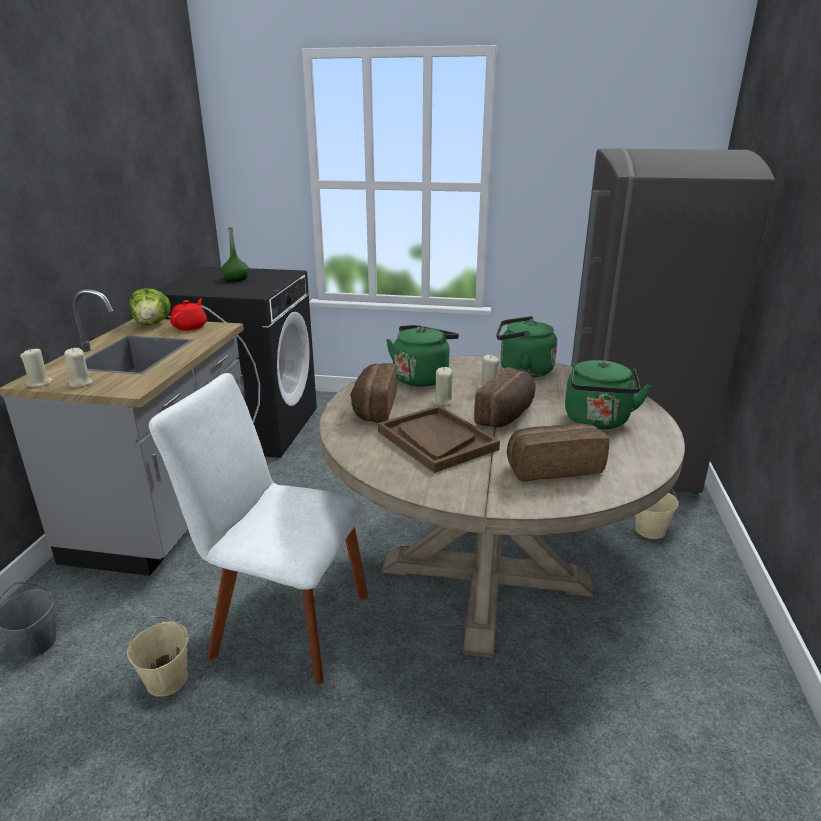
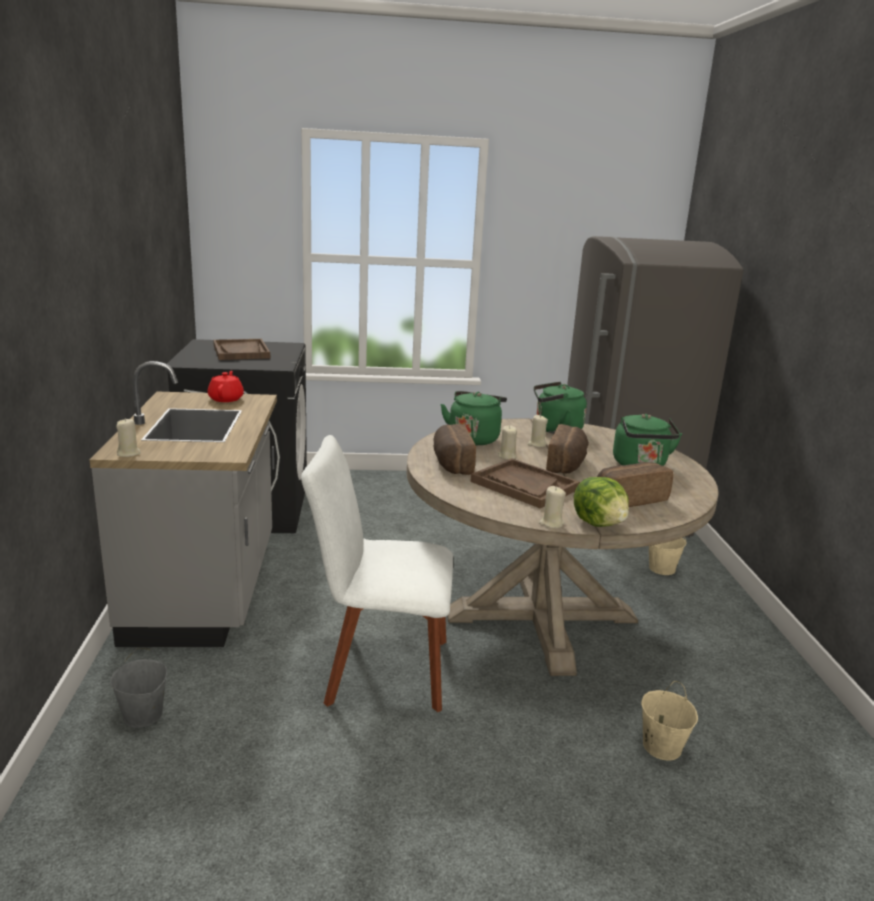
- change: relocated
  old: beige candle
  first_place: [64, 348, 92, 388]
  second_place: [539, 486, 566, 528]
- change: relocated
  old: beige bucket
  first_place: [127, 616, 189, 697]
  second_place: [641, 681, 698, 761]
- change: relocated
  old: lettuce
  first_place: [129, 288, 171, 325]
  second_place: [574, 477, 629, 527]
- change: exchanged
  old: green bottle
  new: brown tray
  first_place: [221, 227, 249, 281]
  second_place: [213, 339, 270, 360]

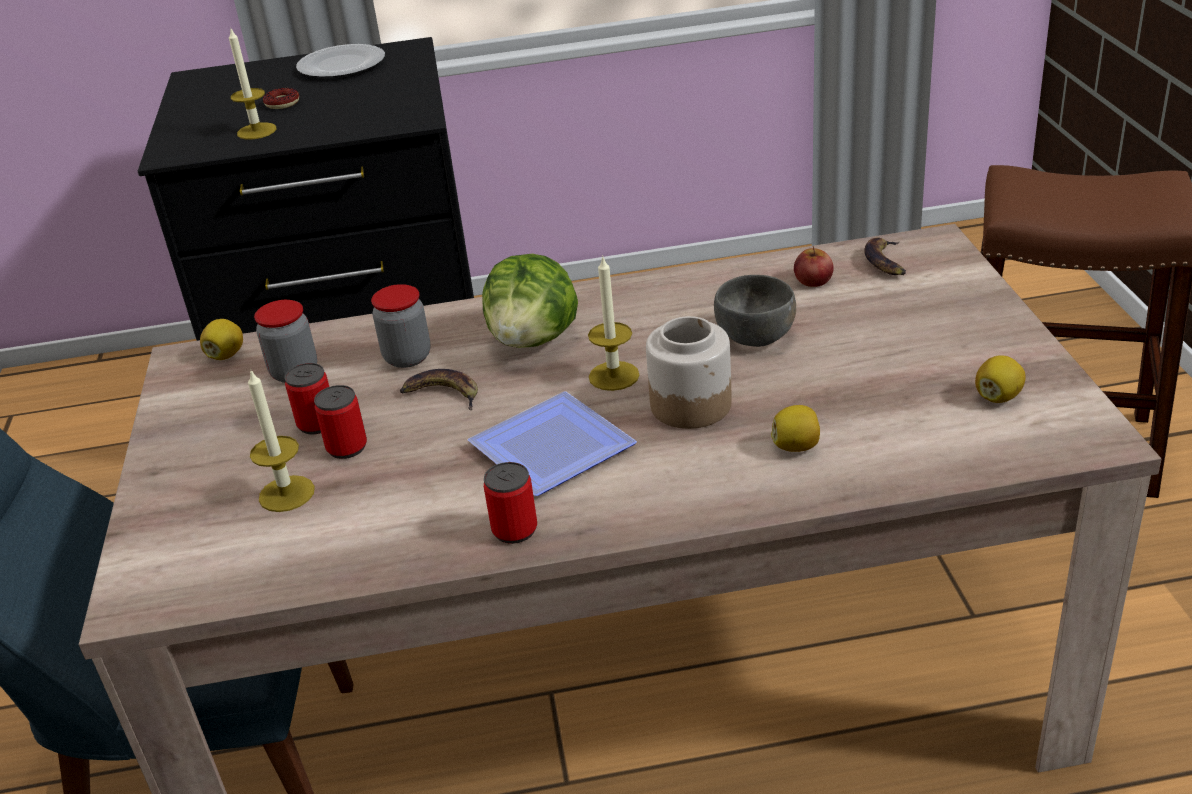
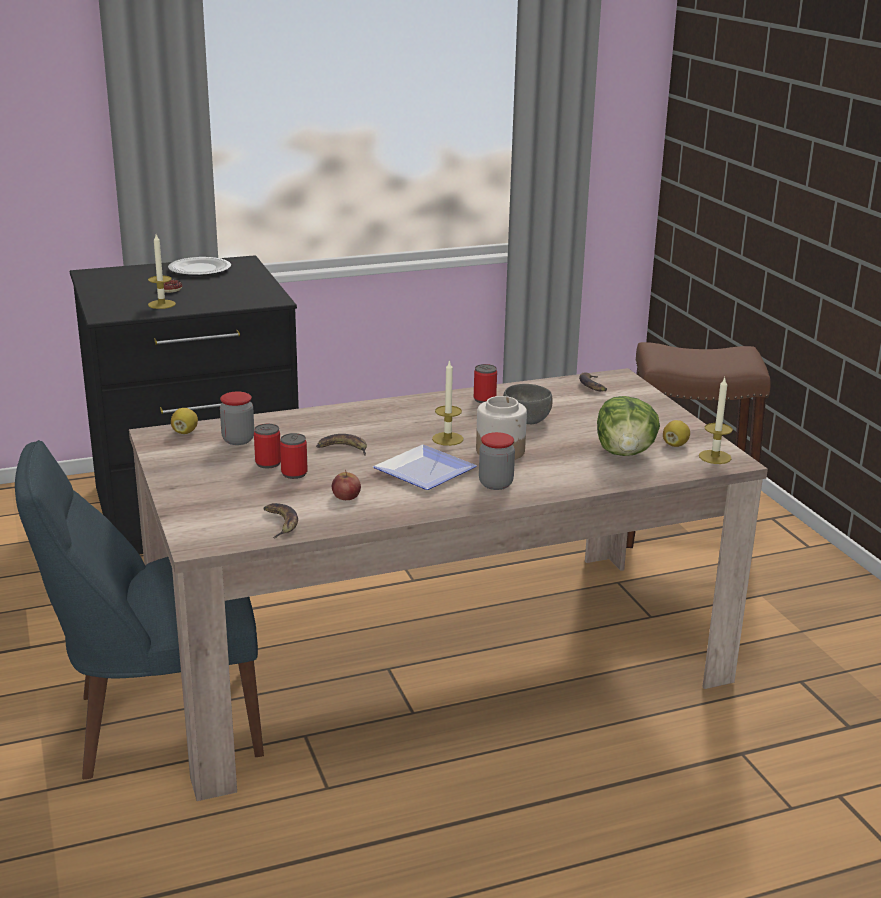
- change: missing
  old: lemon
  first_place: [771, 405, 820, 452]
- change: appeared
  new: banana
  second_place: [263, 503, 298, 538]
- change: relocated
  old: candle
  first_place: [248, 369, 315, 512]
  second_place: [699, 378, 733, 464]
- change: relocated
  old: jar
  first_place: [371, 284, 431, 368]
  second_place: [479, 432, 515, 490]
- change: relocated
  old: lettuce
  first_place: [482, 254, 578, 348]
  second_place: [597, 396, 660, 456]
- change: relocated
  old: can
  first_place: [484, 462, 537, 544]
  second_place: [474, 364, 497, 403]
- change: relocated
  old: apple
  first_place: [794, 246, 834, 287]
  second_place: [332, 470, 361, 500]

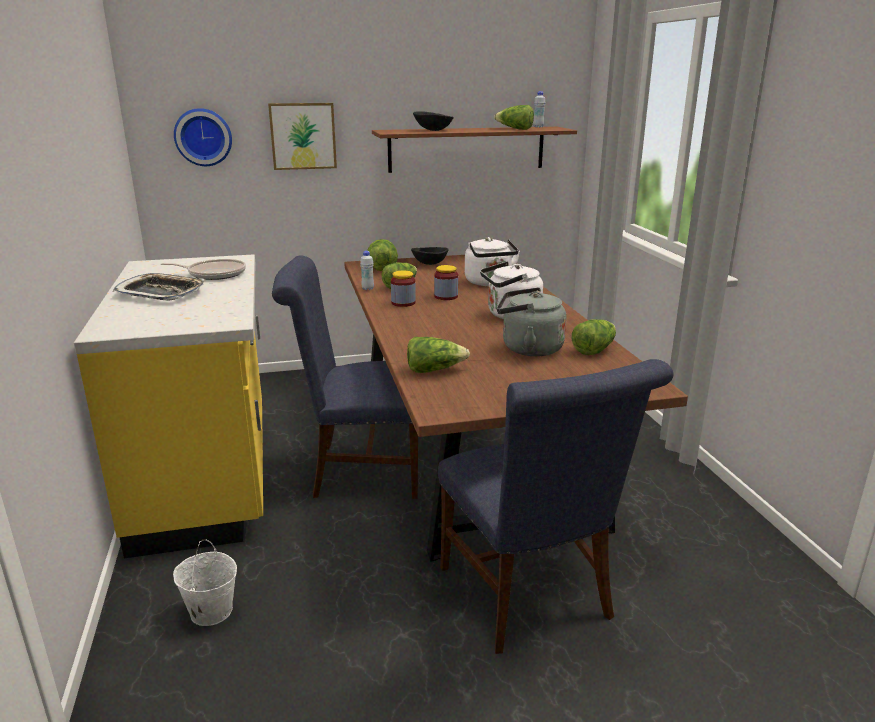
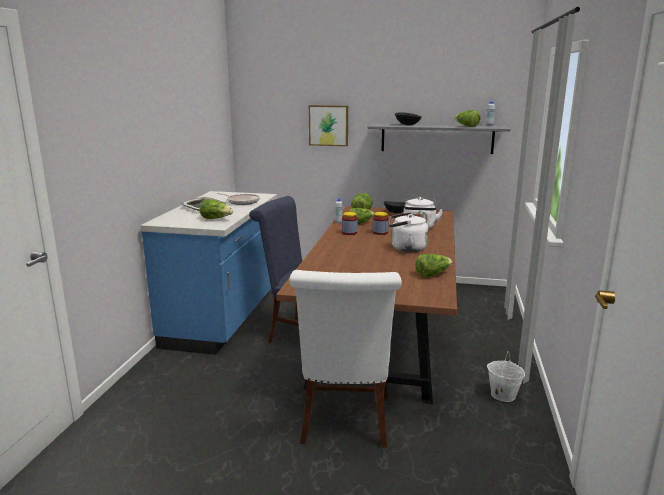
- change: missing
  old: wall clock
  first_place: [174, 108, 232, 166]
- change: missing
  old: grey kettle
  first_place: [497, 288, 566, 356]
- change: relocated
  old: white bucket
  first_place: [173, 539, 237, 626]
  second_place: [487, 351, 525, 402]
- change: relocated
  old: lettuce
  first_place: [407, 337, 470, 373]
  second_place: [200, 199, 233, 219]
- change: colour
  old: yellow counter
  new: blue counter
  first_place: [74, 254, 263, 558]
  second_place: [141, 191, 277, 355]
- change: colour
  old: brown shelf
  new: grey shelf
  first_place: [372, 127, 577, 173]
  second_place: [368, 123, 510, 154]
- change: colour
  old: blue chair
  new: white chair
  first_place: [438, 359, 674, 654]
  second_place: [289, 270, 402, 448]

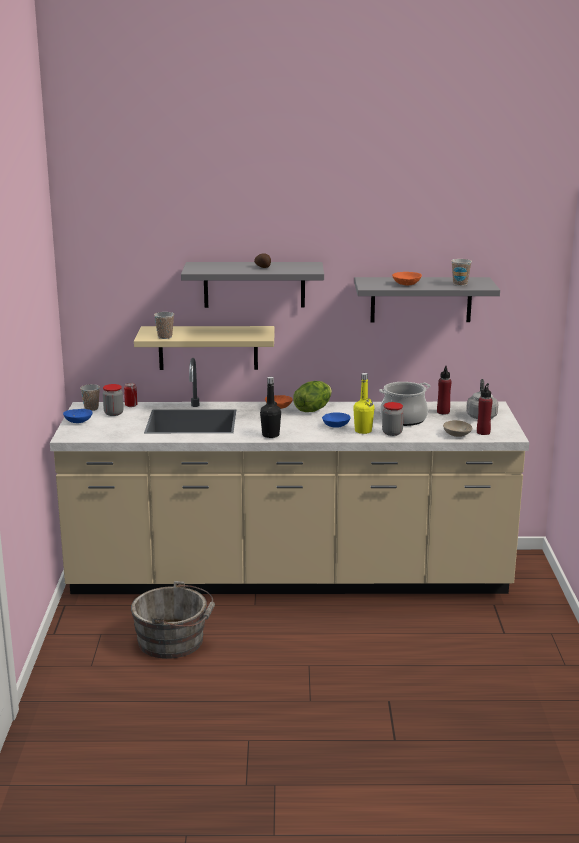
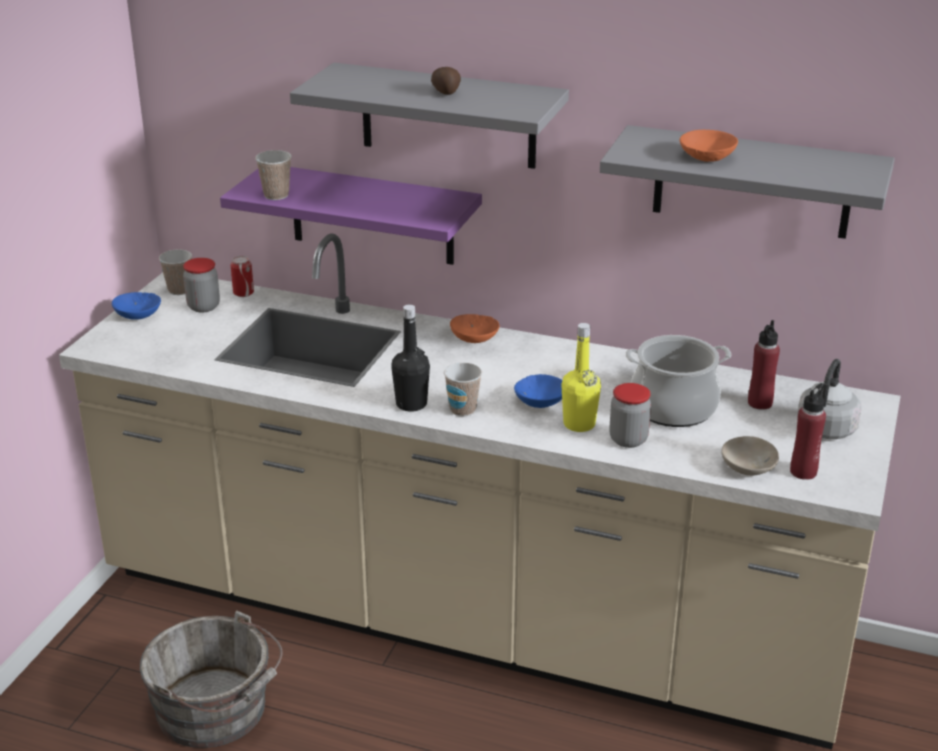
- change: missing
  old: lettuce
  first_place: [293, 381, 332, 412]
- change: relocated
  old: cup
  first_place: [451, 259, 472, 286]
  second_place: [444, 363, 482, 416]
- change: colour
  old: beige shelf
  new: purple shelf
  first_place: [134, 326, 275, 370]
  second_place: [220, 167, 482, 265]

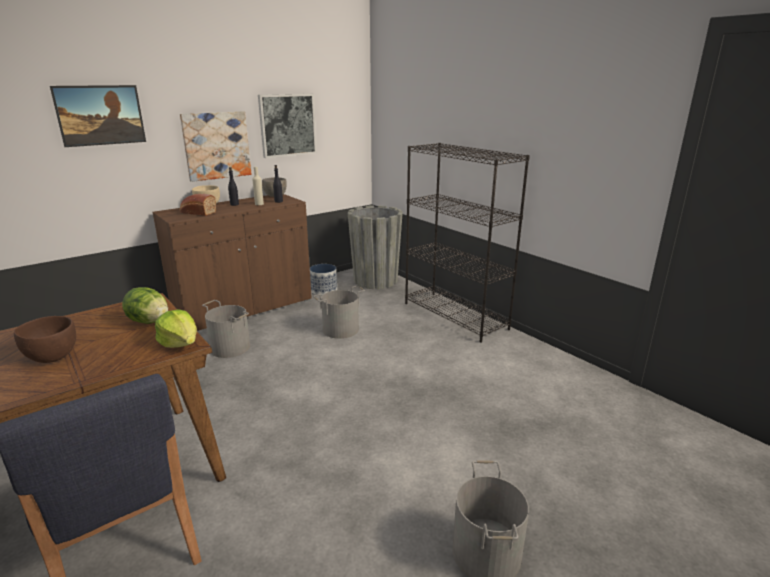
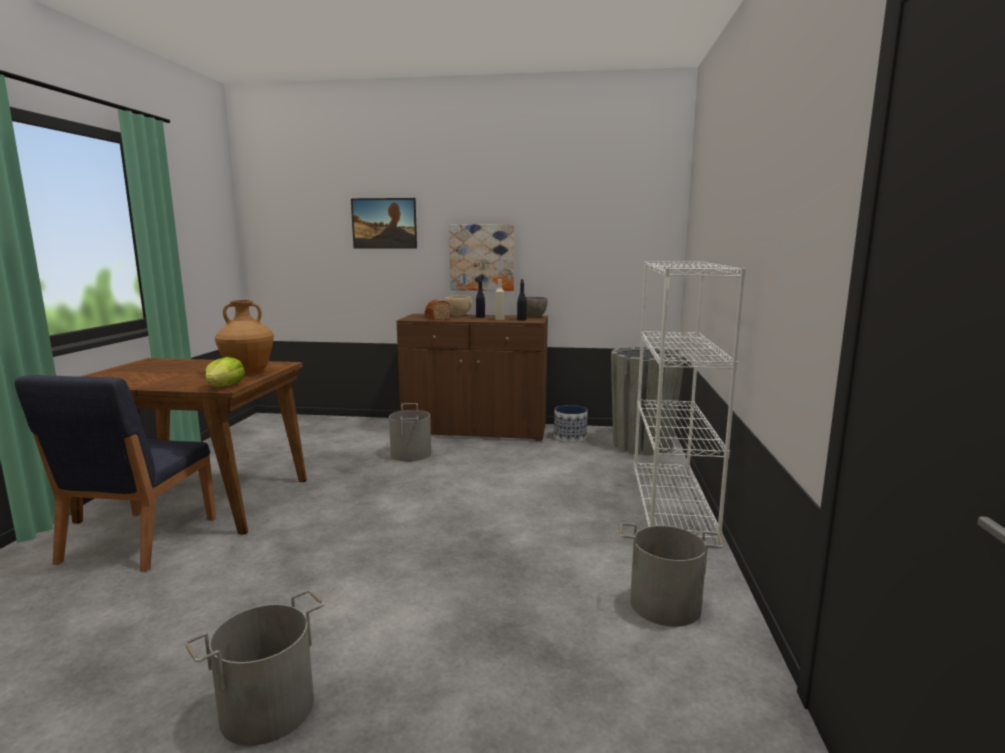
- change: missing
  old: brown bowl
  first_place: [14, 316, 76, 363]
- change: missing
  old: picture
  first_place: [258, 94, 317, 158]
- change: relocated
  old: grey bucket
  first_place: [313, 286, 365, 339]
  second_place: [620, 523, 723, 627]
- change: exchanged
  old: lettuce
  new: brown vase
  first_place: [122, 287, 168, 324]
  second_place: [215, 300, 274, 375]
- change: colour
  old: black bookcase
  new: white bookcase
  first_place: [405, 143, 530, 343]
  second_place: [634, 261, 746, 546]

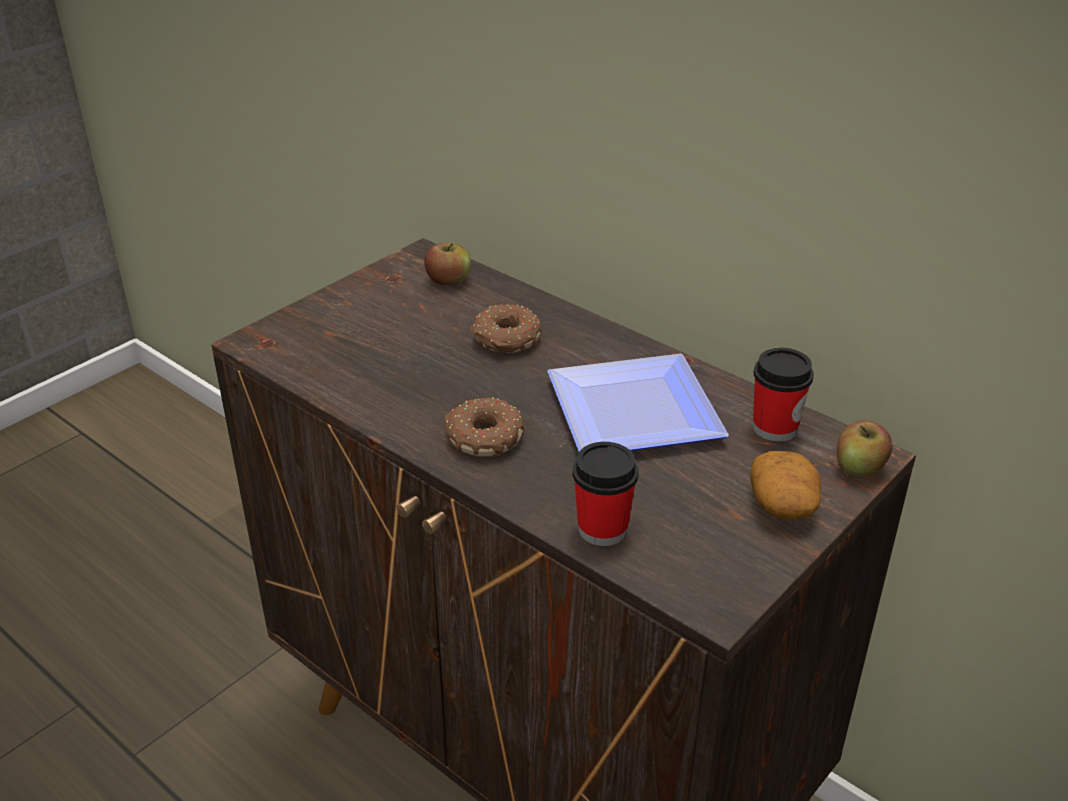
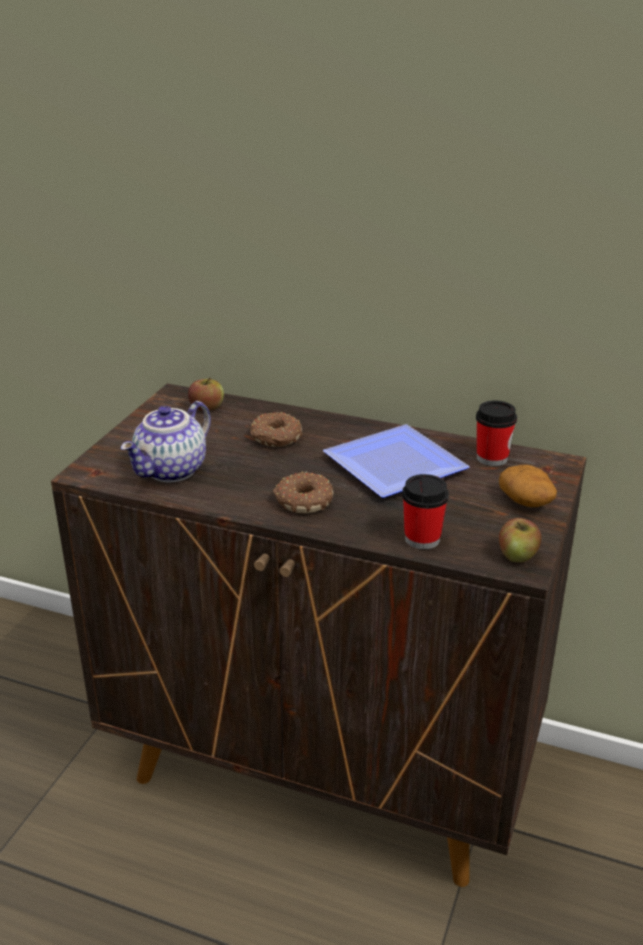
- change: appeared
  new: teapot
  second_place: [121, 401, 211, 483]
- change: relocated
  old: apple
  first_place: [837, 420, 893, 477]
  second_place: [499, 518, 541, 562]

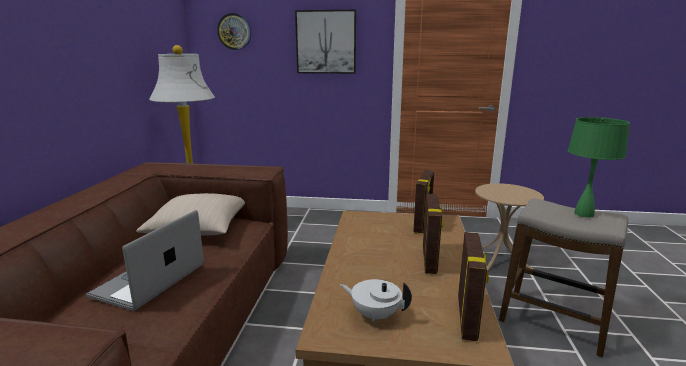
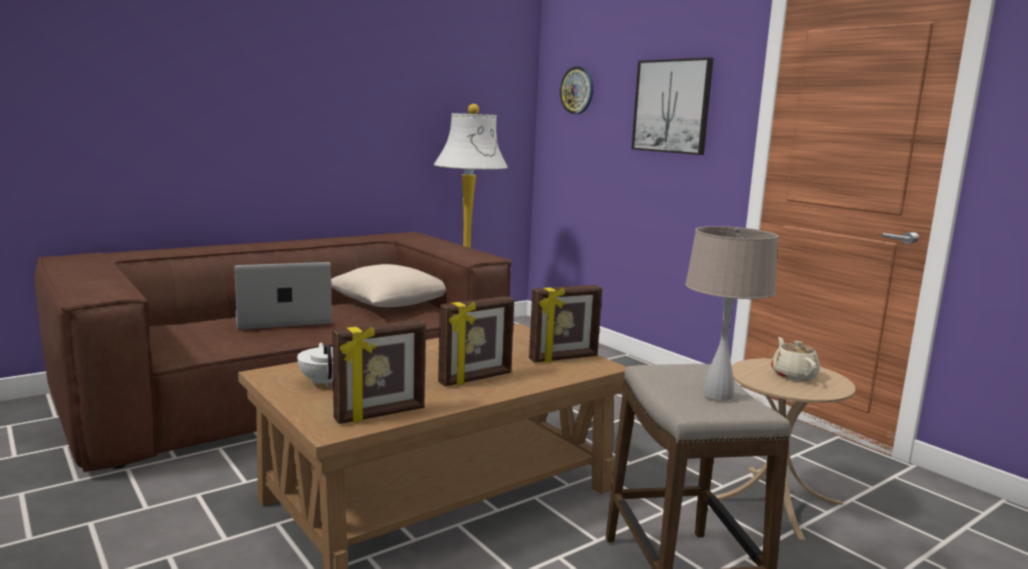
- change: appeared
  new: beige teapot
  second_place: [771, 337, 820, 381]
- change: colour
  old: green table lamp
  new: beige table lamp
  first_place: [568, 117, 630, 218]
  second_place: [685, 226, 778, 400]

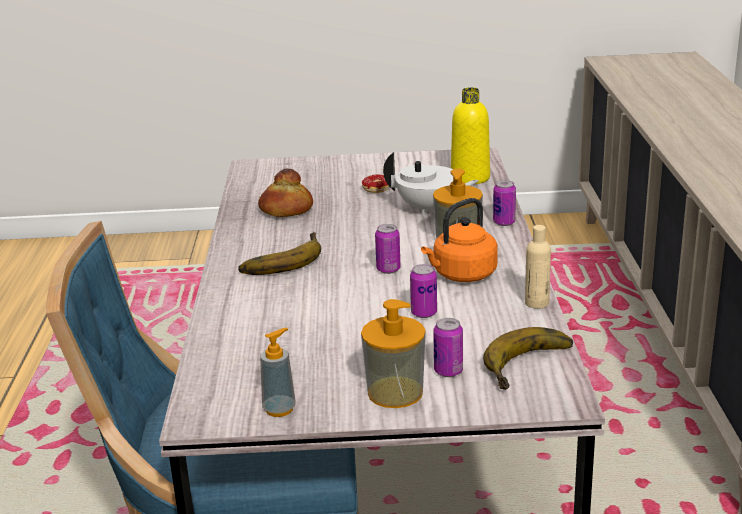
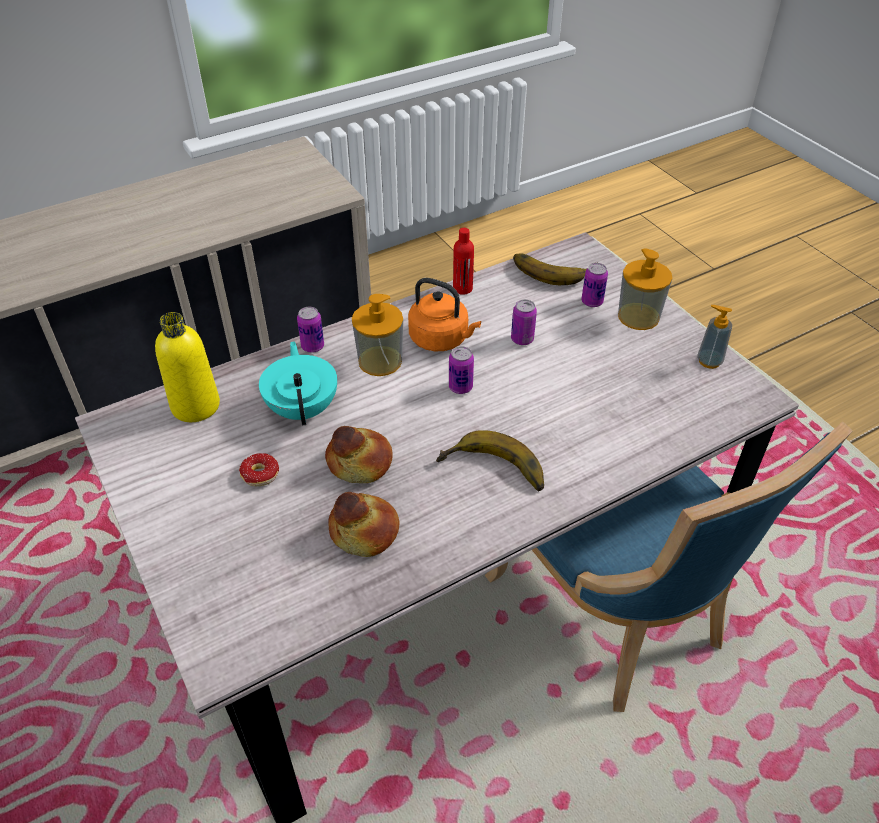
- change: appeared
  new: bread
  second_place: [325, 426, 393, 483]
- change: colour
  old: white teapot
  new: turquoise teapot
  first_place: [383, 152, 479, 216]
  second_place: [259, 341, 337, 426]
- change: colour
  old: beige bottle
  new: red bottle
  first_place: [525, 225, 551, 309]
  second_place: [453, 228, 474, 295]

